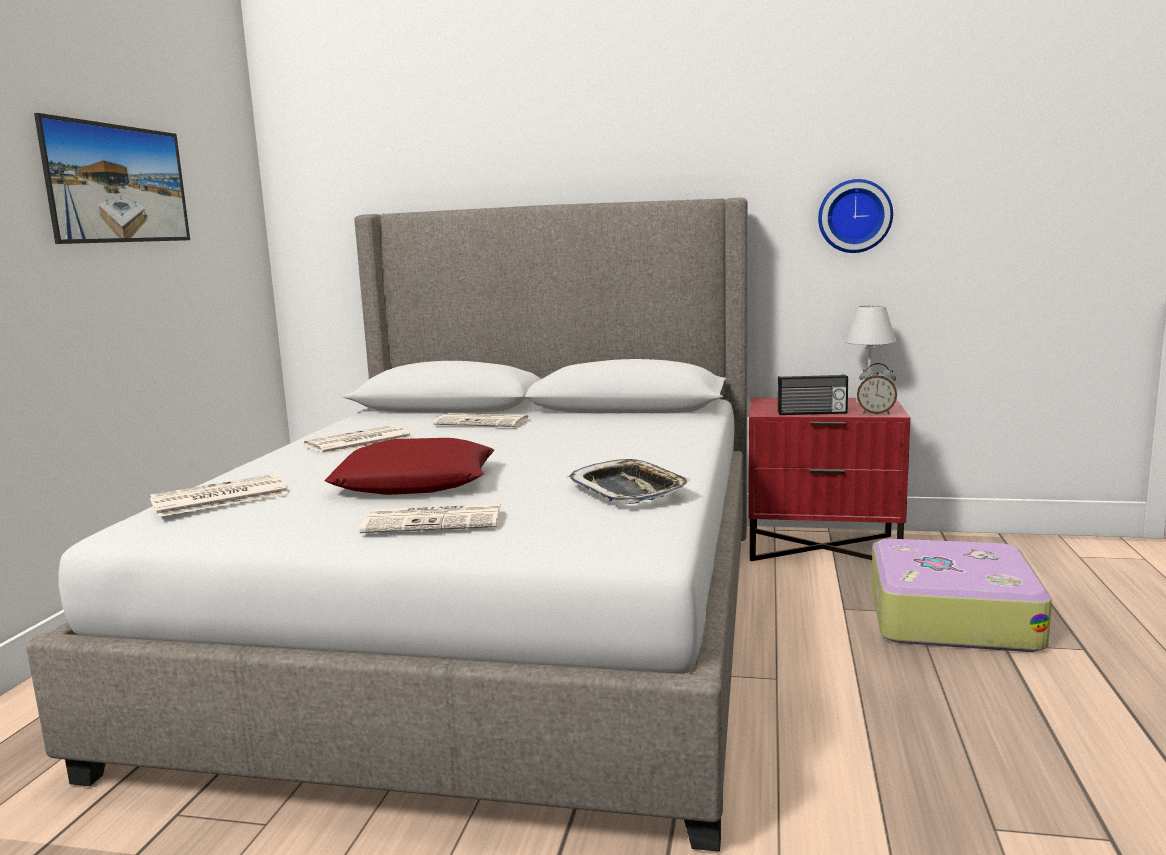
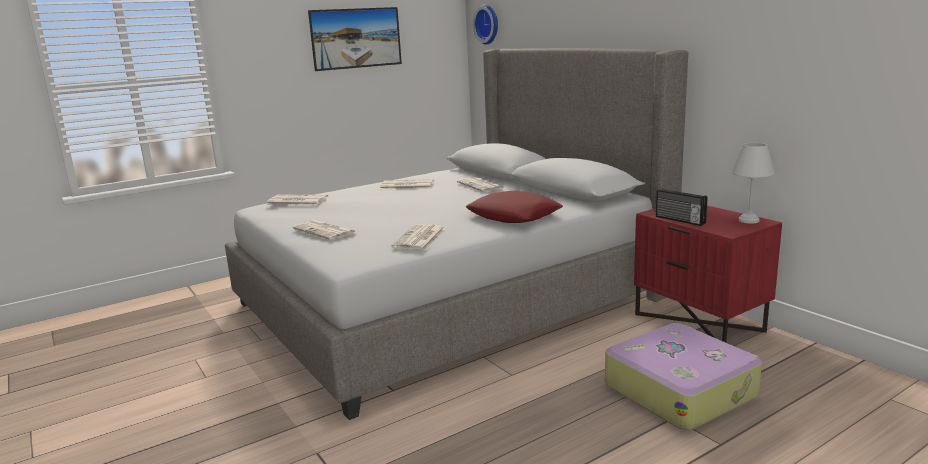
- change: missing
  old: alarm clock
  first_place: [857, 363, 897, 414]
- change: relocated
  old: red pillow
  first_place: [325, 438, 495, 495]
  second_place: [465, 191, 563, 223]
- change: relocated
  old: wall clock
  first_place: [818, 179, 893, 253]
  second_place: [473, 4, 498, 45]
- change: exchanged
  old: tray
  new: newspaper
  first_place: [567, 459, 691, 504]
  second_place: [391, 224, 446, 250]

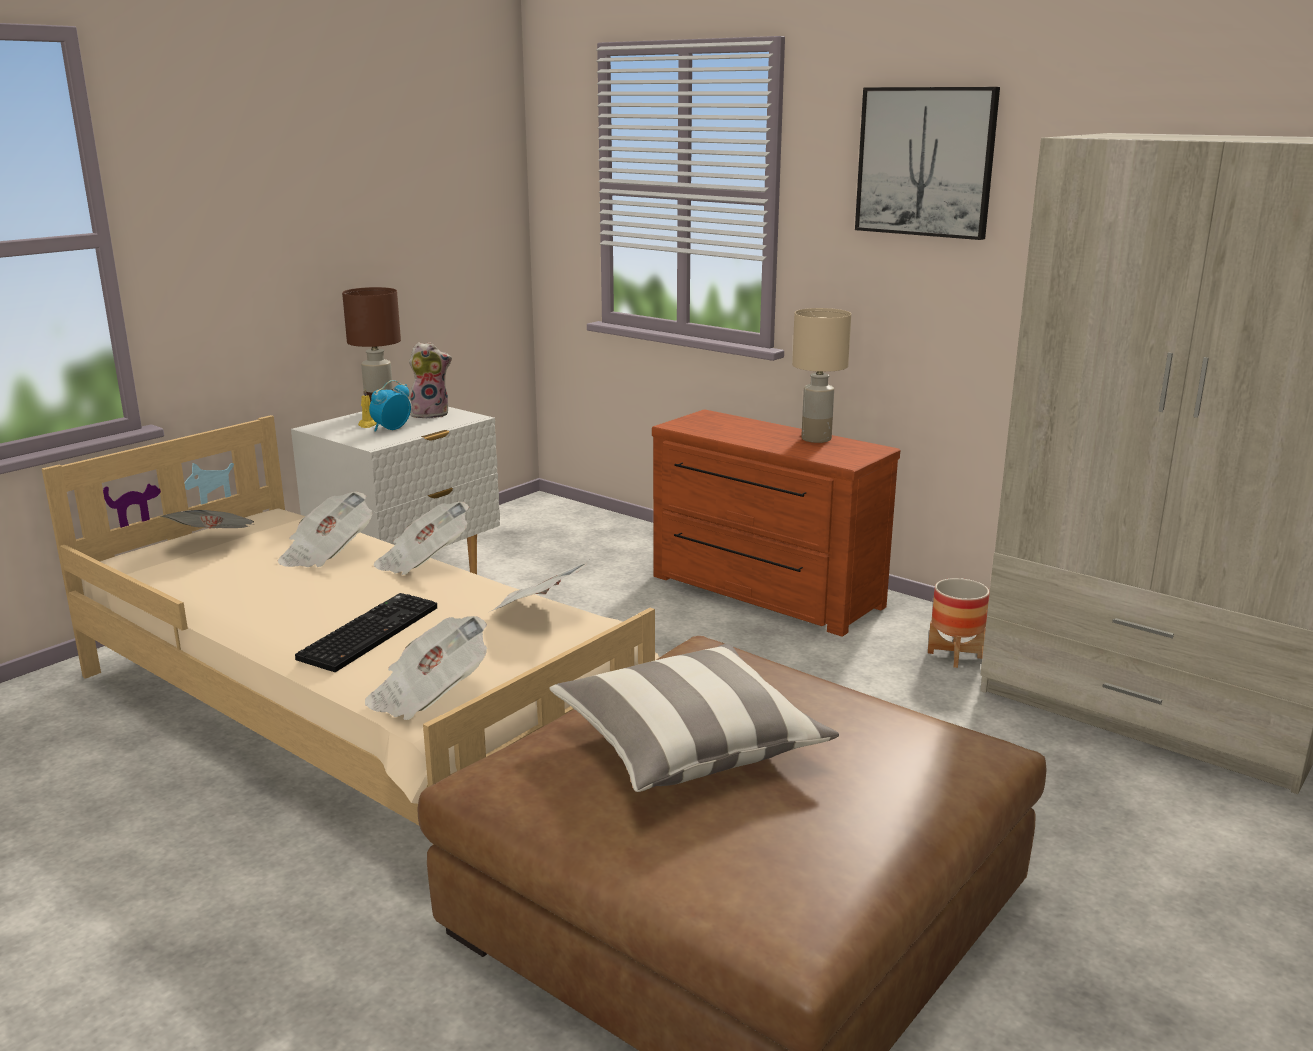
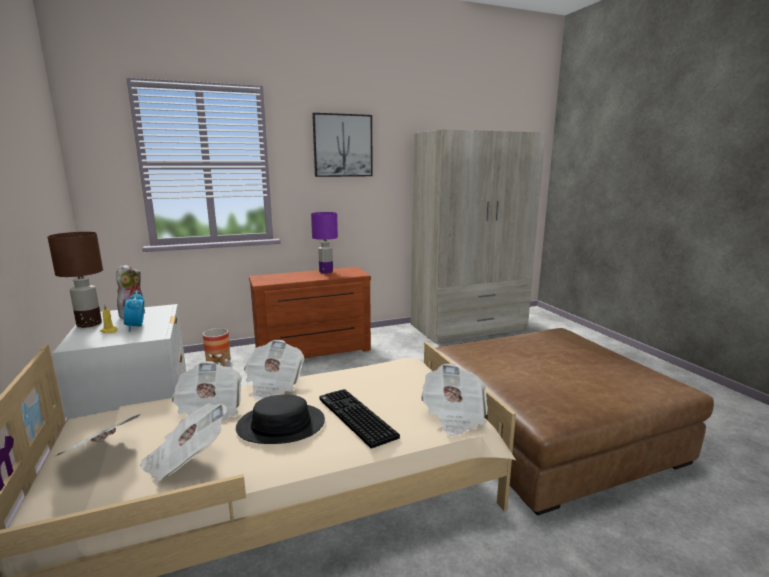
- change: missing
  old: pillow
  first_place: [549, 644, 839, 792]
- change: appeared
  new: black hat
  second_place: [236, 394, 325, 444]
- change: relocated
  old: newspaper
  first_place: [489, 562, 587, 612]
  second_place: [140, 403, 228, 482]
- change: relocated
  old: planter
  first_place: [928, 578, 990, 668]
  second_place: [203, 328, 231, 367]
- change: colour
  old: beige table lamp
  new: purple table lamp
  first_place: [792, 308, 851, 443]
  second_place: [311, 212, 338, 273]

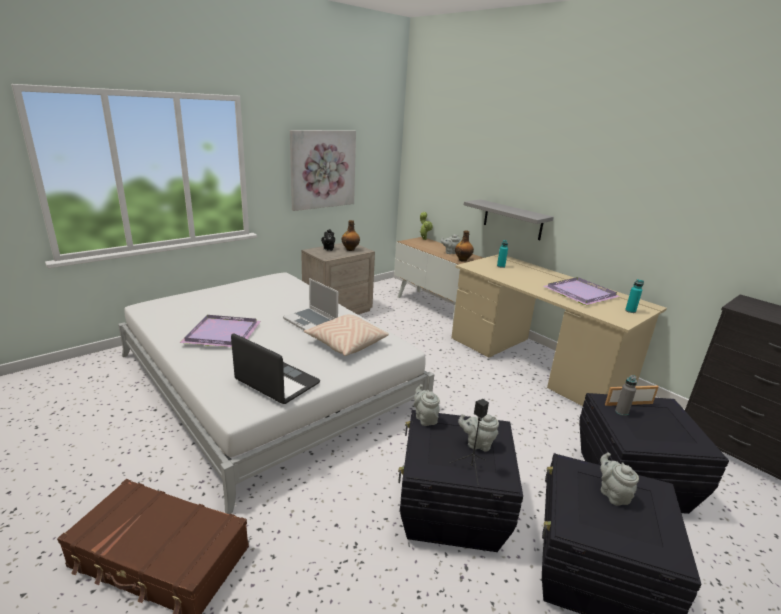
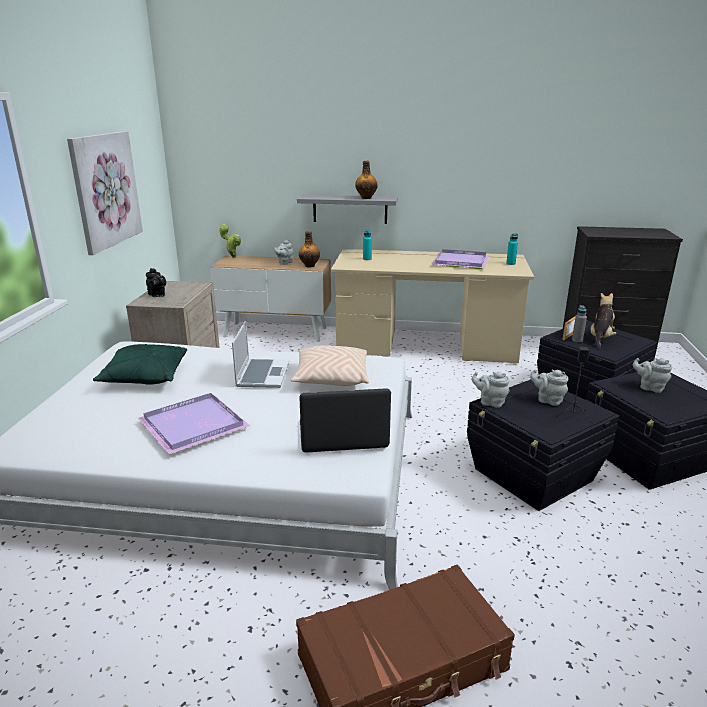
- change: appeared
  new: green pillow
  second_place: [93, 344, 187, 385]
- change: appeared
  new: plush toy
  second_place: [591, 293, 617, 349]
- change: relocated
  old: bottle
  first_place: [341, 220, 360, 251]
  second_place: [355, 161, 378, 199]
- change: spun
  old: laptop
  first_place: [283, 278, 338, 330]
  second_place: [232, 321, 289, 388]
  degrees: -90
- change: spun
  old: grey teapot
  first_place: [458, 414, 499, 452]
  second_place: [530, 369, 568, 406]
  degrees: 60

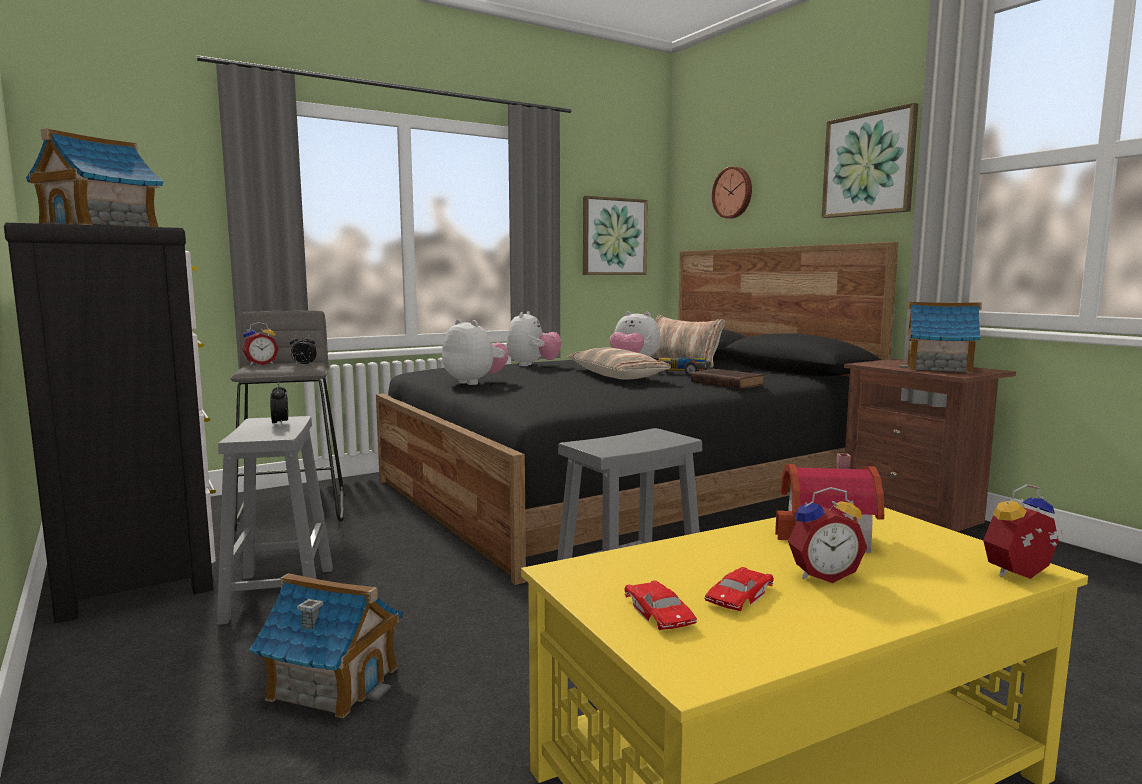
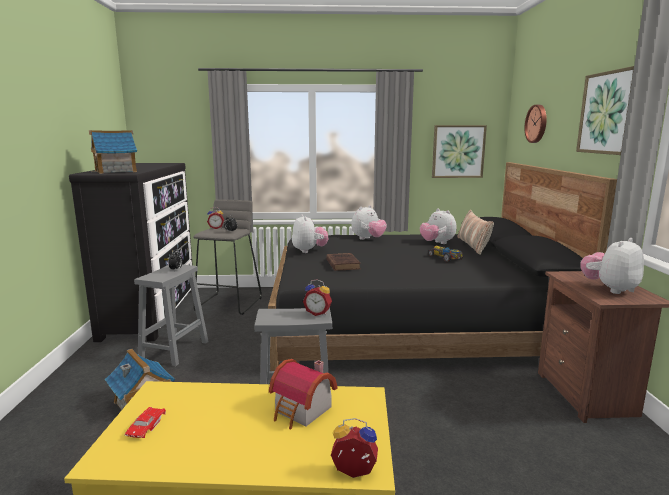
- change: missing
  old: pillow
  first_place: [568, 348, 671, 380]
- change: missing
  old: red toy car
  first_place: [704, 567, 774, 611]
- change: relocated
  old: brown book
  first_place: [691, 369, 765, 389]
  second_place: [326, 253, 361, 271]
- change: relocated
  old: alarm clock
  first_place: [788, 487, 867, 583]
  second_place: [303, 279, 332, 316]
- change: exchanged
  old: toy house
  new: plush toy
  first_place: [899, 302, 982, 374]
  second_place: [580, 238, 644, 294]

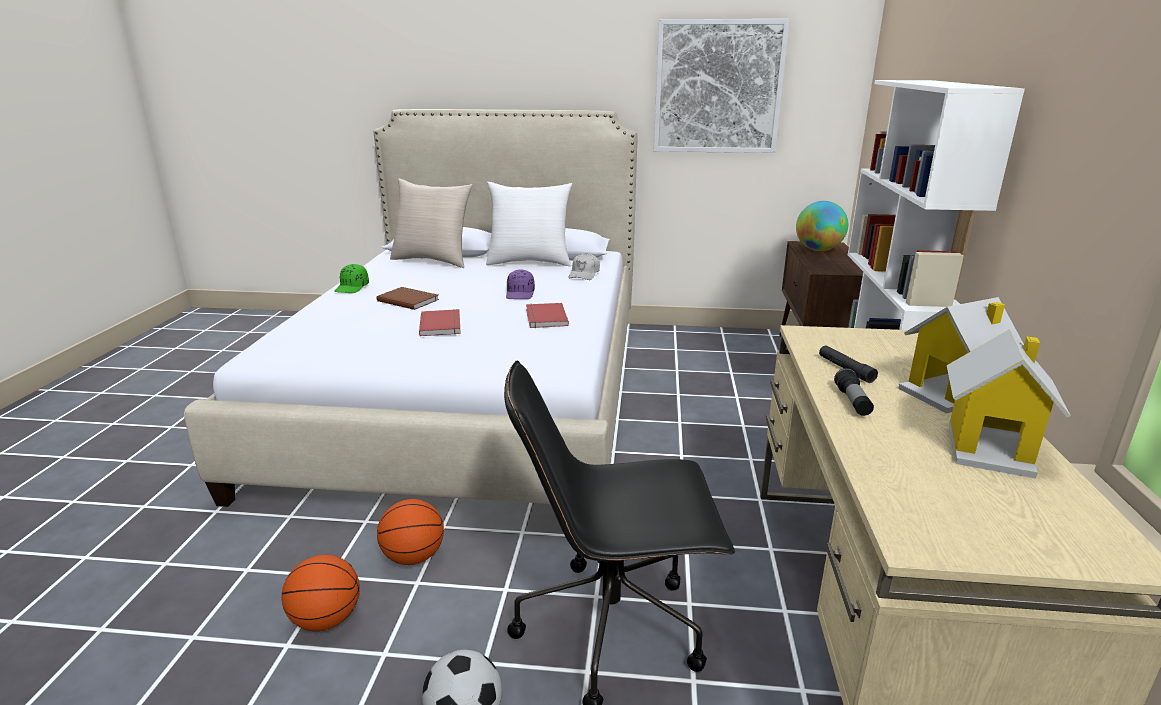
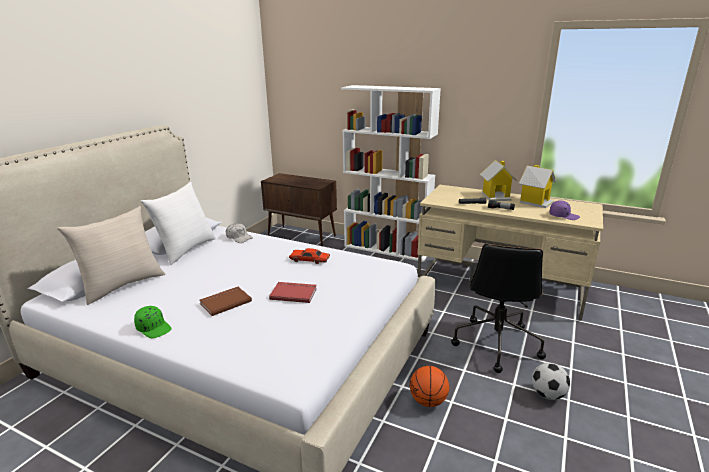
- change: missing
  old: basketball
  first_place: [281, 555, 360, 631]
- change: missing
  old: picture
  first_place: [654, 19, 790, 153]
- change: missing
  old: globe
  first_place: [796, 201, 848, 251]
- change: relocated
  old: purple cap
  first_place: [506, 269, 535, 299]
  second_place: [549, 200, 580, 220]
- change: exchanged
  old: red book
  new: red toy car
  first_place: [526, 303, 569, 328]
  second_place: [289, 248, 330, 264]

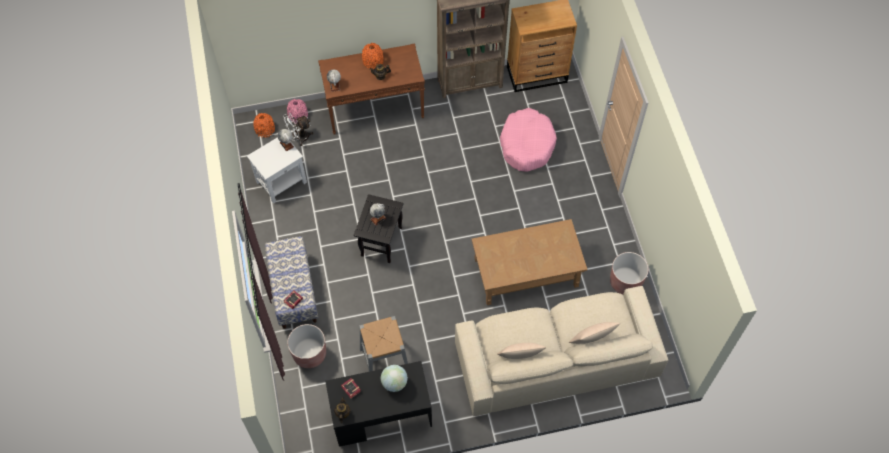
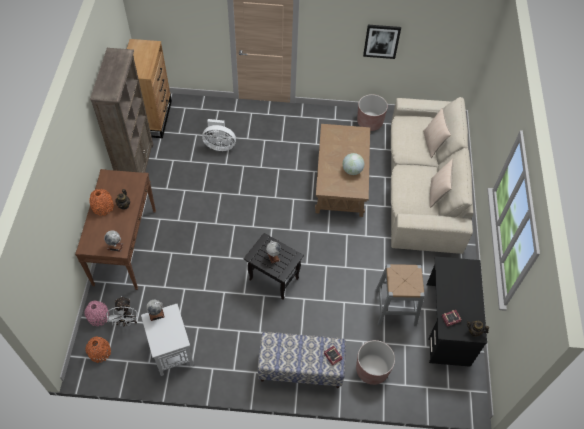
- change: appeared
  new: picture
  second_place: [363, 25, 401, 59]
- change: relocated
  old: globe
  first_place: [381, 365, 408, 392]
  second_place: [342, 153, 365, 175]
- change: exchanged
  old: pink dog bed
  new: white fan
  first_place: [500, 108, 557, 172]
  second_place: [202, 119, 236, 151]

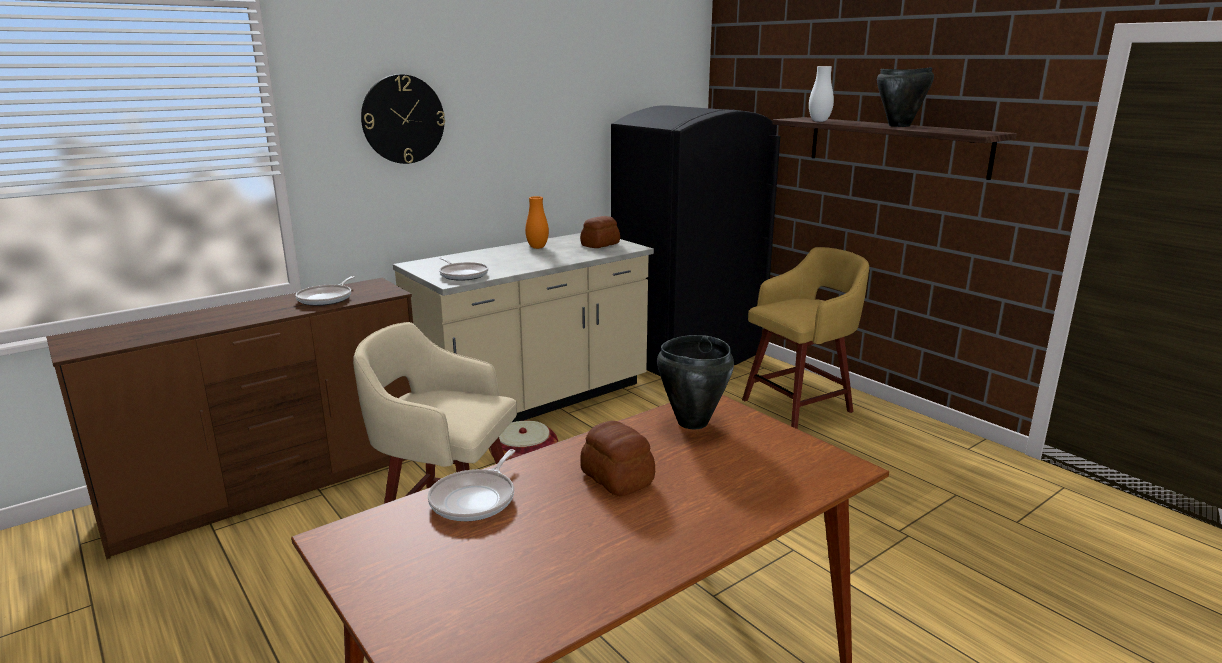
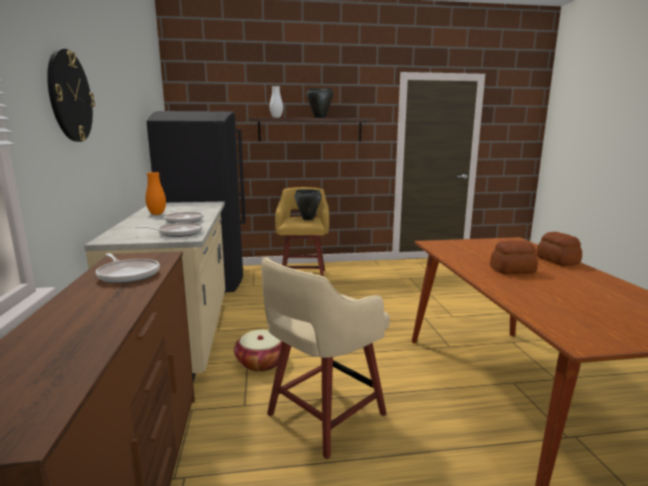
- change: relocated
  old: frying pan
  first_place: [428, 449, 515, 521]
  second_place: [164, 209, 203, 223]
- change: relocated
  old: bread
  first_place: [580, 216, 620, 248]
  second_place: [536, 232, 582, 266]
- change: relocated
  old: black cooking pot
  first_place: [657, 335, 734, 429]
  second_place: [295, 189, 321, 220]

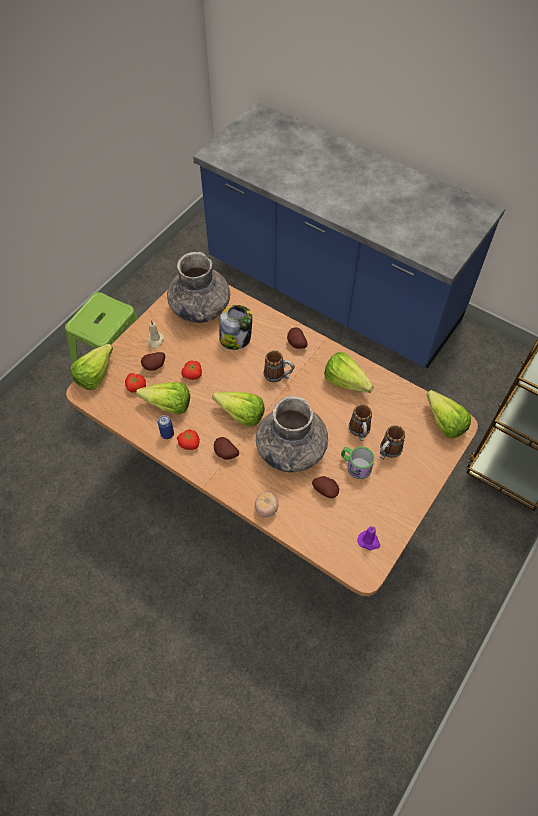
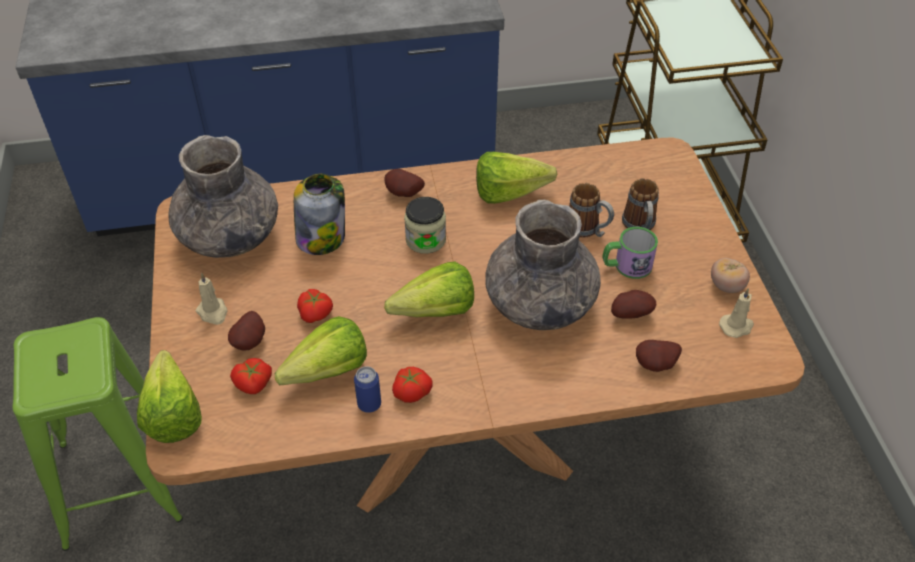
- change: missing
  old: lettuce
  first_place: [427, 390, 471, 439]
- change: relocated
  old: potato
  first_place: [214, 437, 239, 460]
  second_place: [636, 340, 682, 372]
- change: relocated
  old: tomato
  first_place: [255, 492, 279, 517]
  second_place: [711, 258, 750, 293]
- change: exchanged
  old: mug
  new: jar
  first_place: [264, 350, 294, 382]
  second_place: [404, 197, 446, 254]
- change: colour
  old: purple candle
  new: beige candle
  first_place: [357, 526, 380, 550]
  second_place: [719, 288, 754, 338]

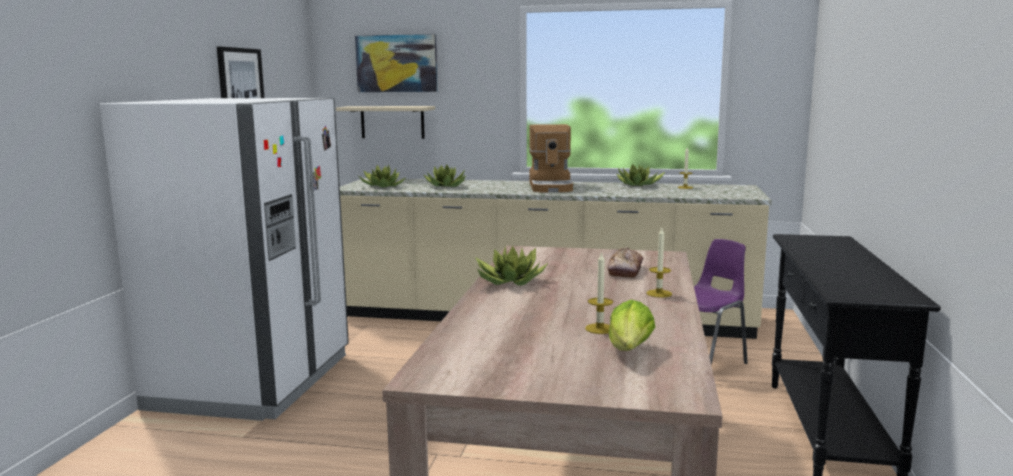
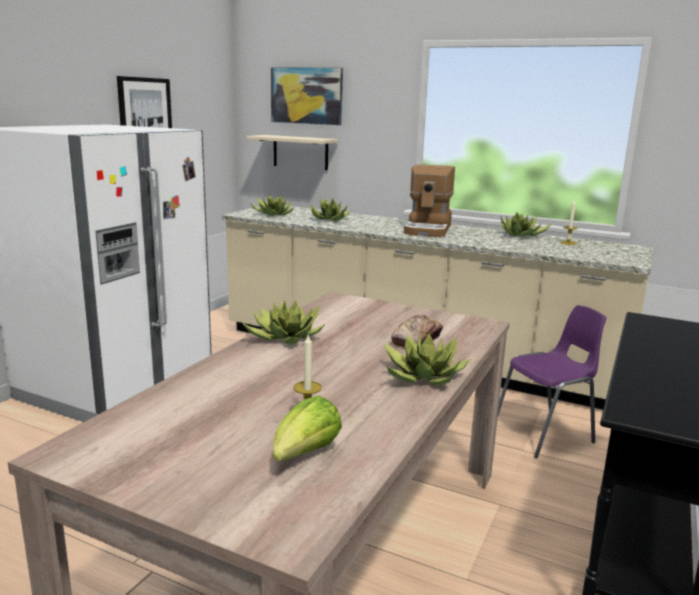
- change: exchanged
  old: candle
  new: potted plant
  first_place: [646, 228, 672, 298]
  second_place: [384, 333, 471, 385]

